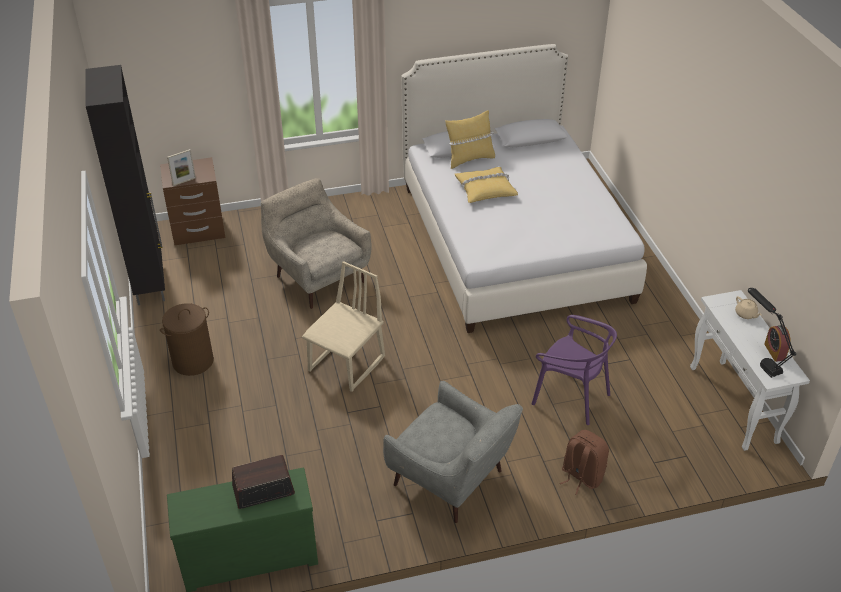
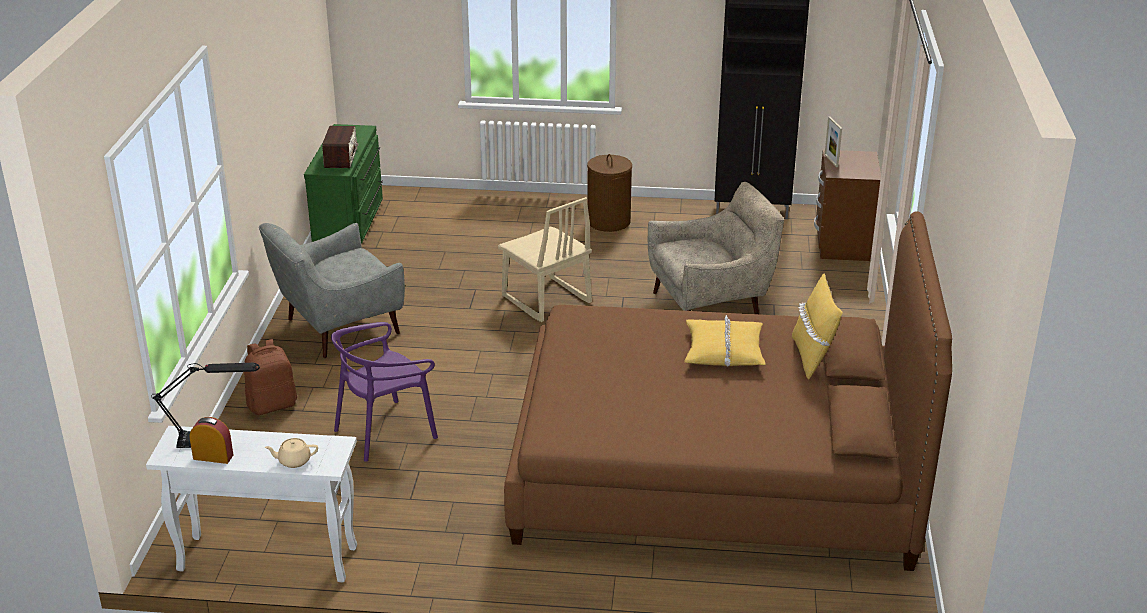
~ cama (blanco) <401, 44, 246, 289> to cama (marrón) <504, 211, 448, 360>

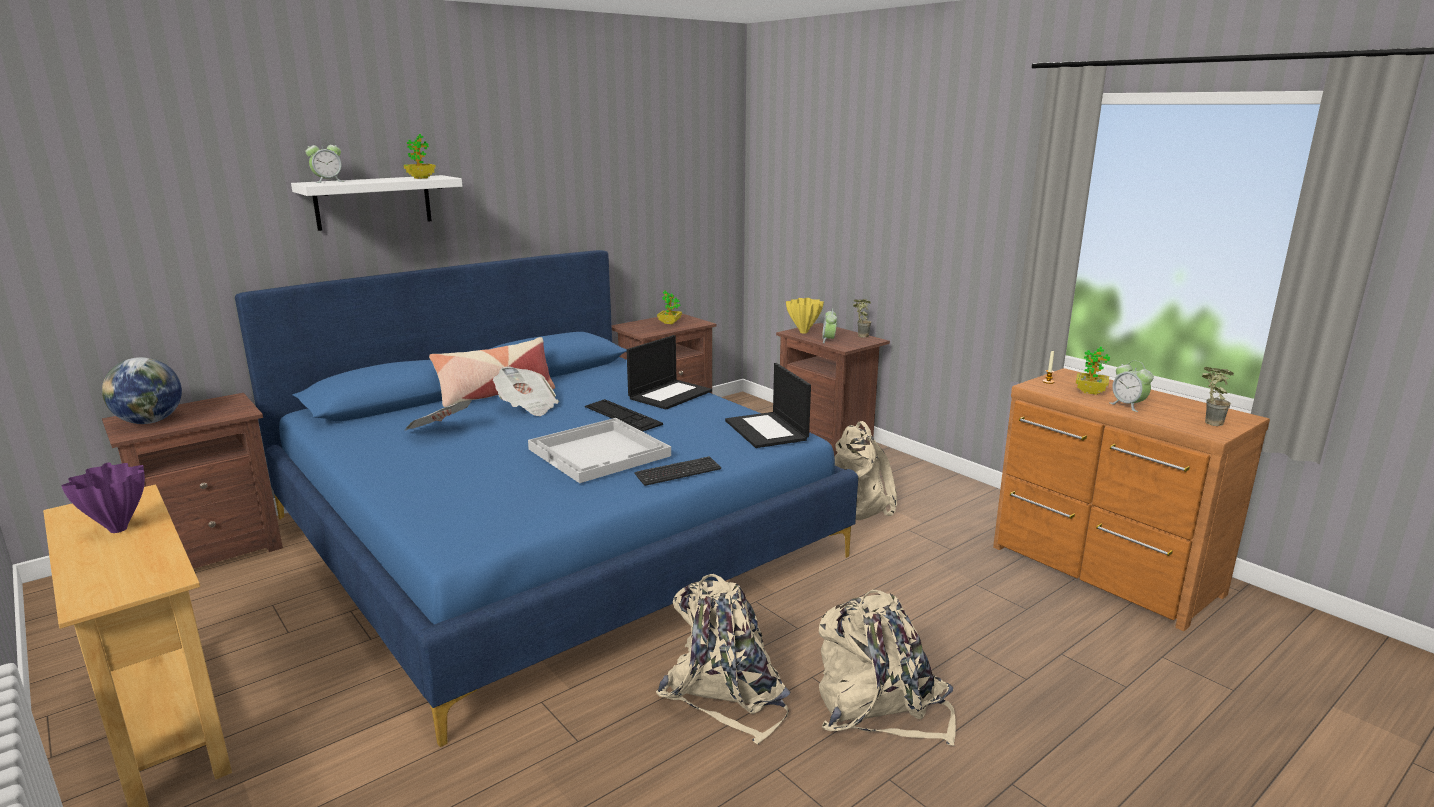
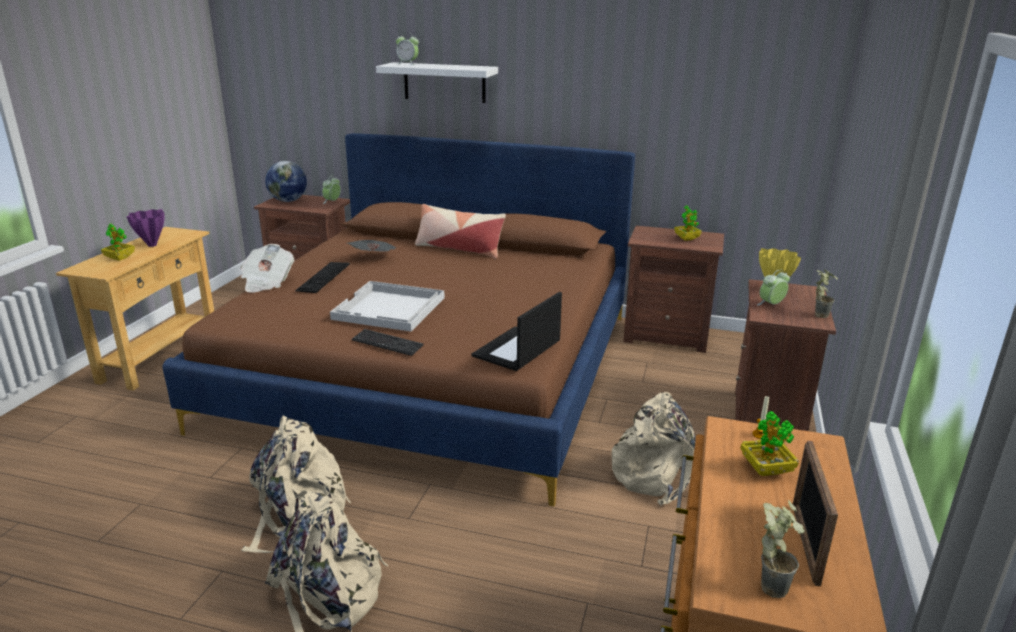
~ planta en maceta <404, 134, 32, 45> to <101, 224, 34, 37>
~ cama (azul) <235, 250, 623, 497> to cama (marrón) <162, 133, 473, 373>
~ periódico <493, 366, 66, 50> to <240, 244, 54, 49>
~ teclado <584, 399, 79, 33> to <295, 262, 55, 31>
~ despertador <1109, 360, 45, 52> to <322, 176, 19, 28>
+ portarretratos <793, 441, 45, 145>
- portátil <627, 335, 85, 75>

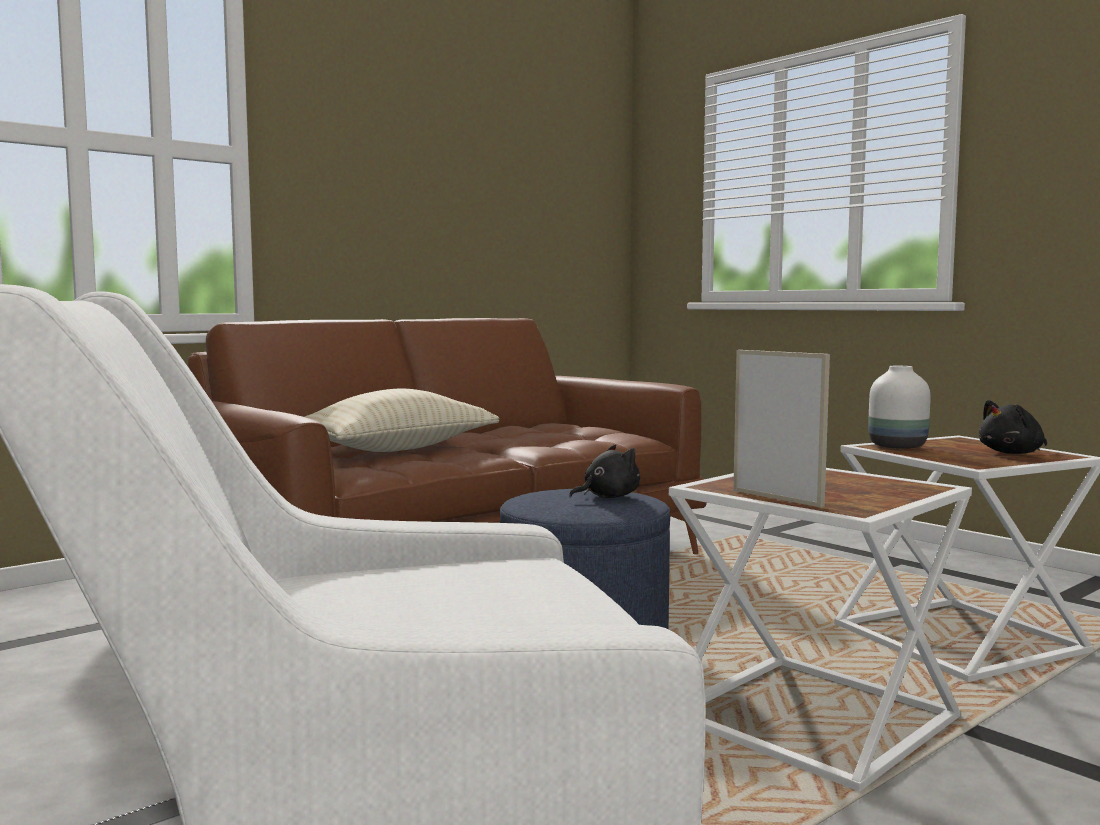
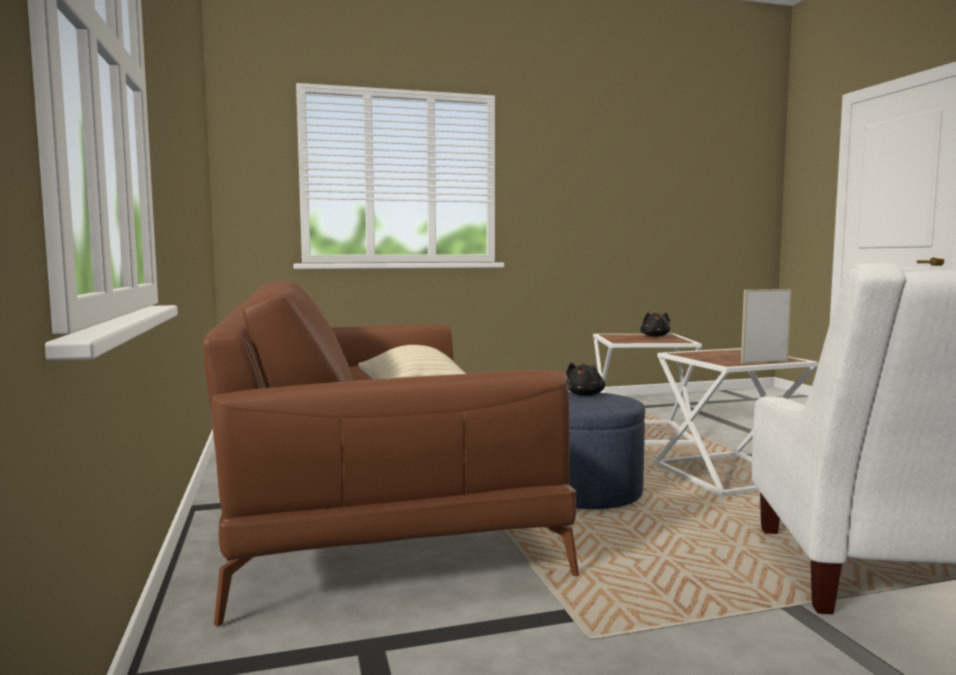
~ peluche (negro) <569, 445, 71, 53> = <566, 363, 39, 33> 150 degrees counterclockwise
- florero (blanco) <868, 366, 63, 83>

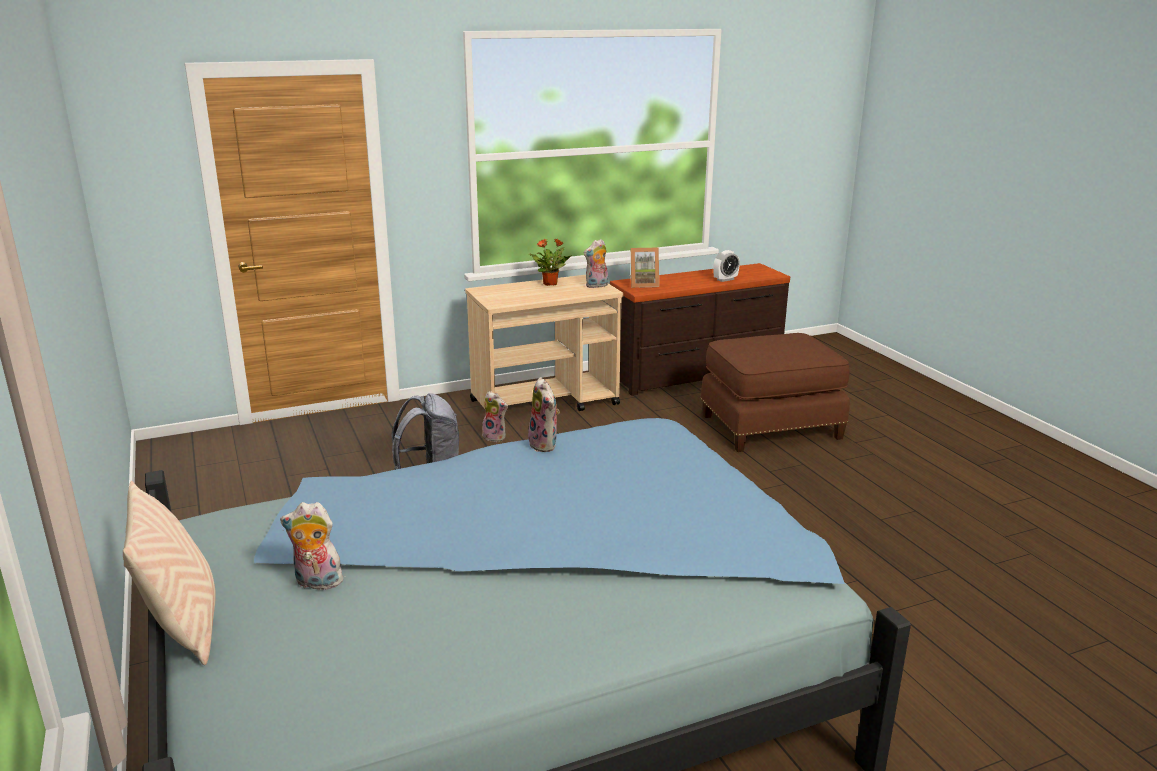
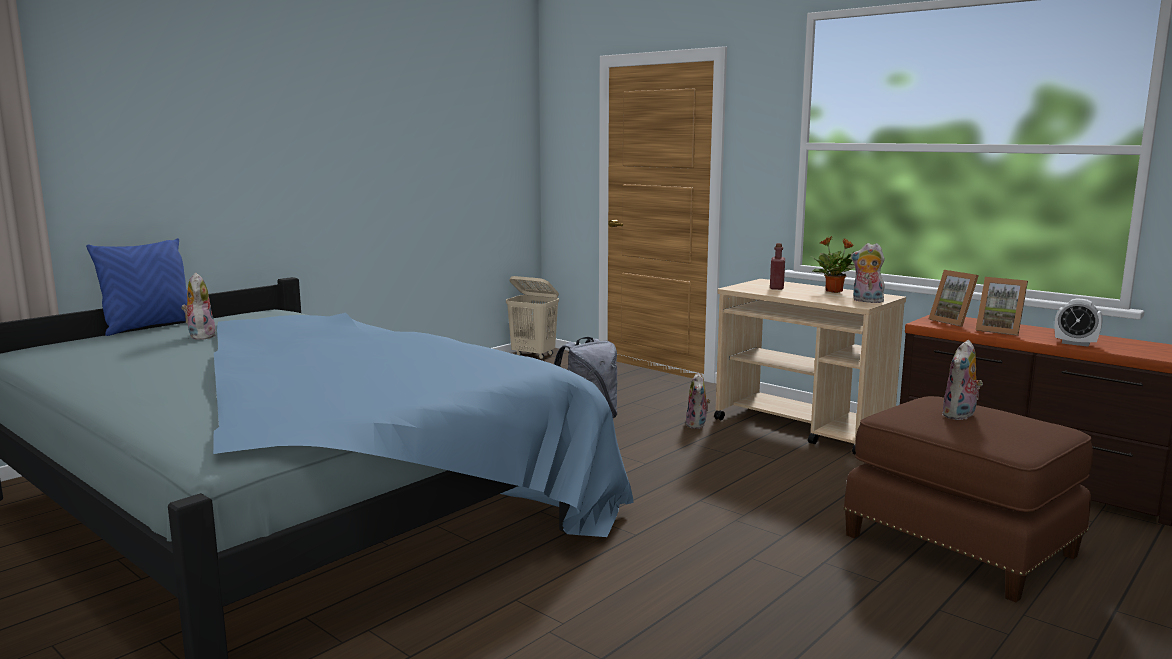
~ cojín (beis) <123, 481, 93, 184> to cojín (azul) <86, 238, 102, 98>
+ cesto de la ropa (beis) <506, 276, 53, 83>
+ botella (rojo) <770, 243, 15, 47>
~ peluche <528, 377, 32, 75> to <942, 340, 41, 80>
+ portarretratos <976, 277, 52, 59>

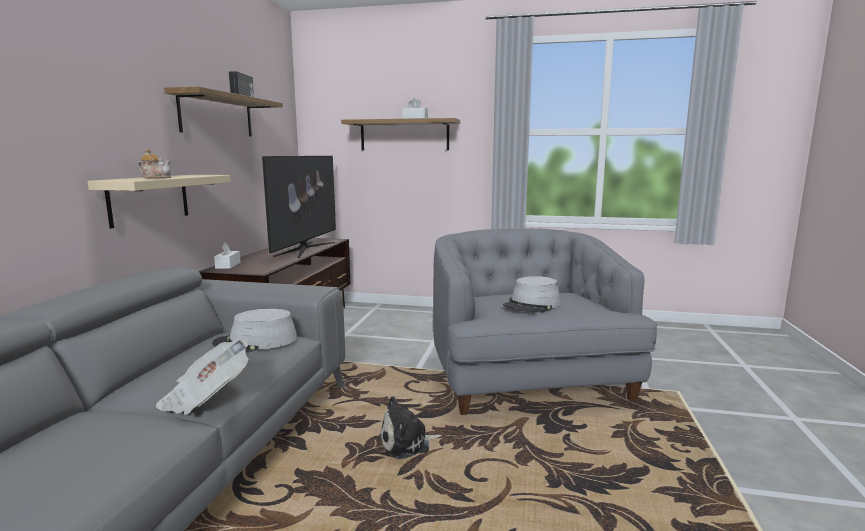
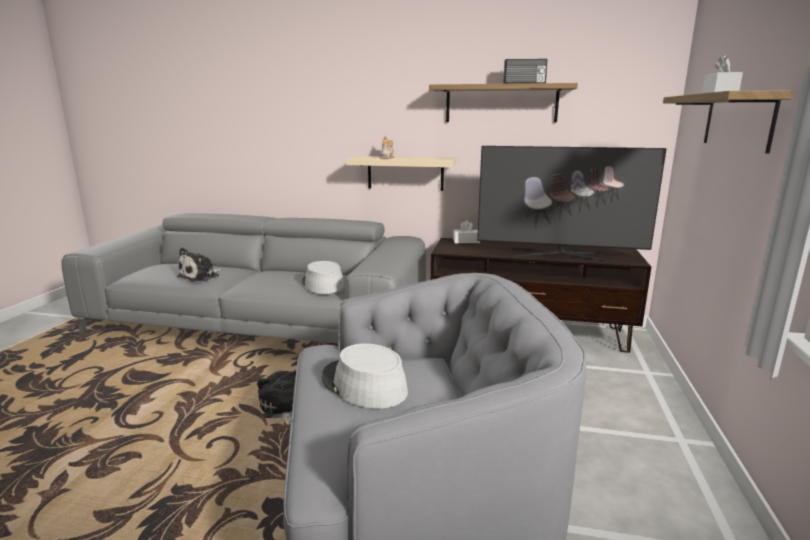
+ peluche <177, 247, 45, 35>
- periódico <156, 339, 93, 76>

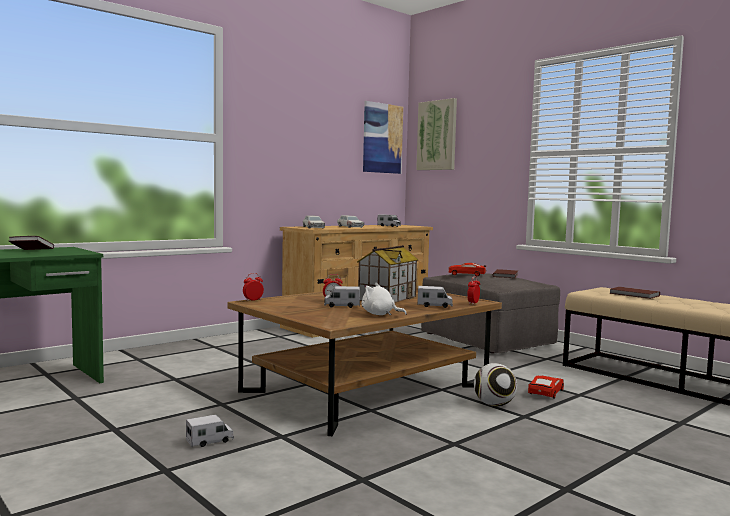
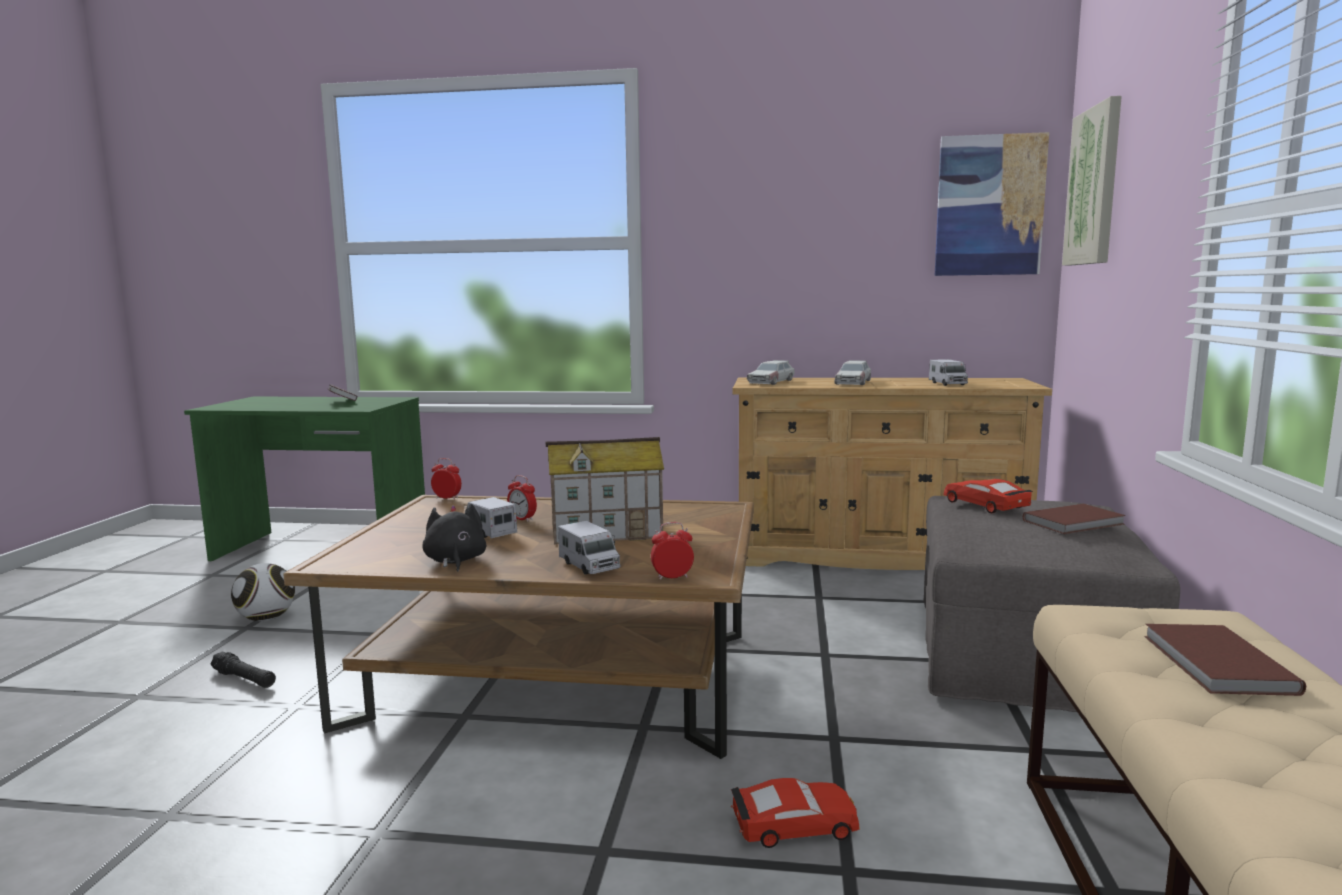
~ camión de juguete <186, 415, 48, 32> to linterna (negro) <210, 652, 66, 36>
~ balón de fútbol <474, 363, 43, 44> to <231, 563, 64, 58>
~ peluche (blanco) <362, 283, 45, 32> to peluche (negro) <422, 504, 64, 68>

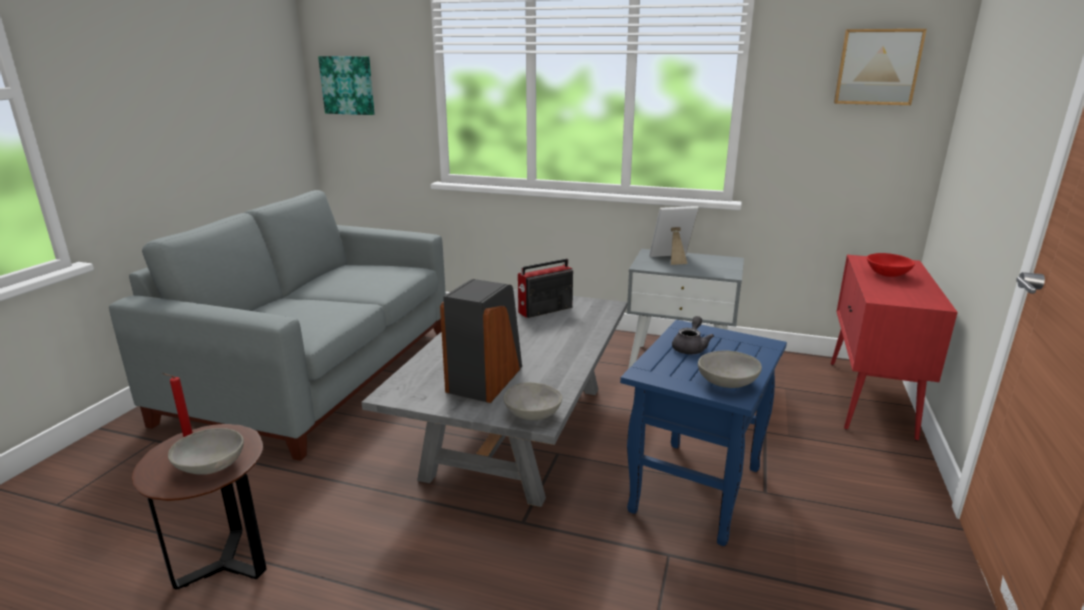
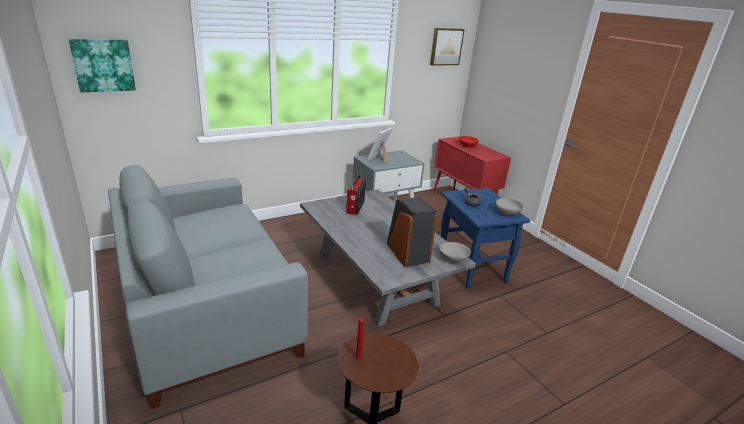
- cuenco (gris) <168, 428, 76, 47>

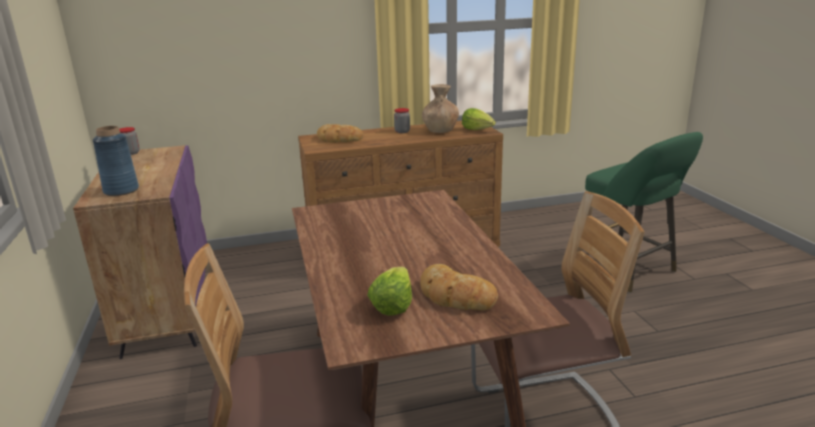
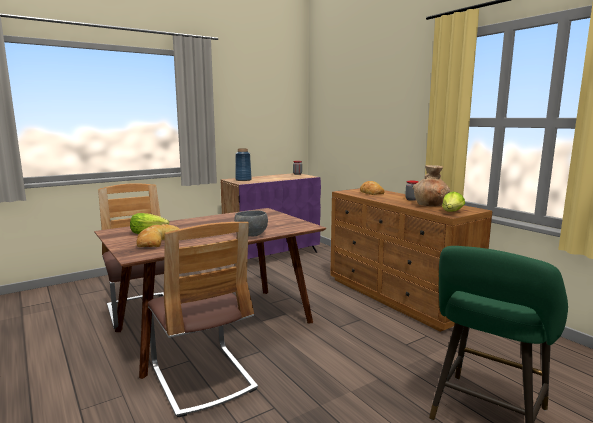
+ cuenco (gris) <234, 210, 34, 26>

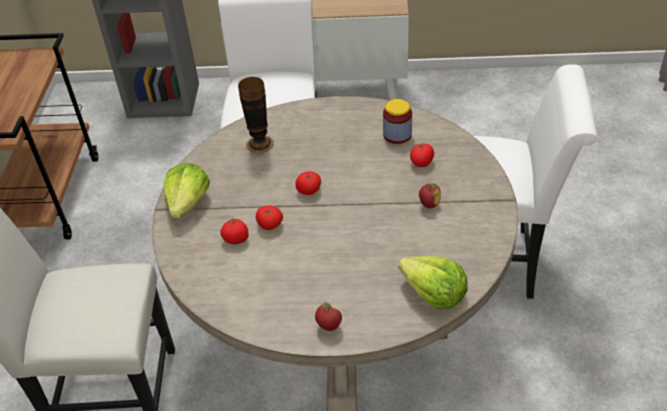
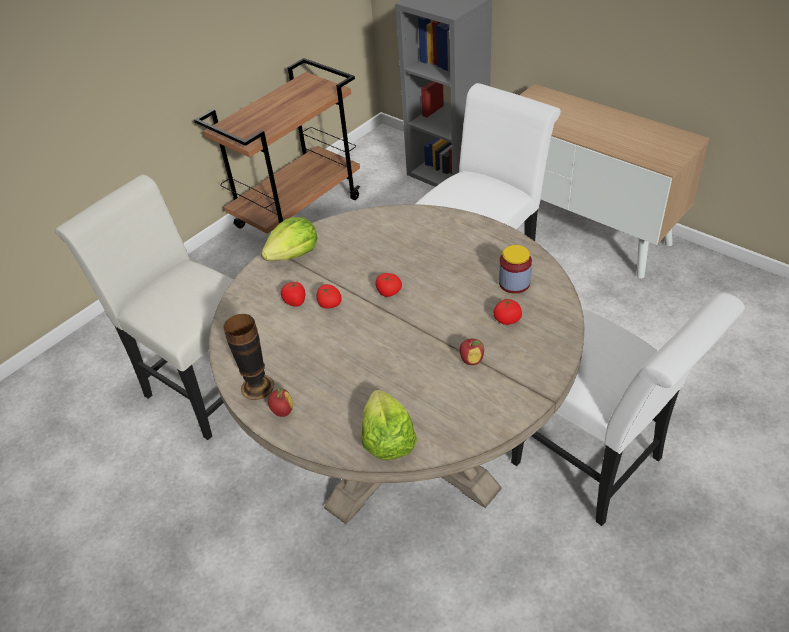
~ florero <238, 77, 36, 76> to <223, 314, 51, 86>

